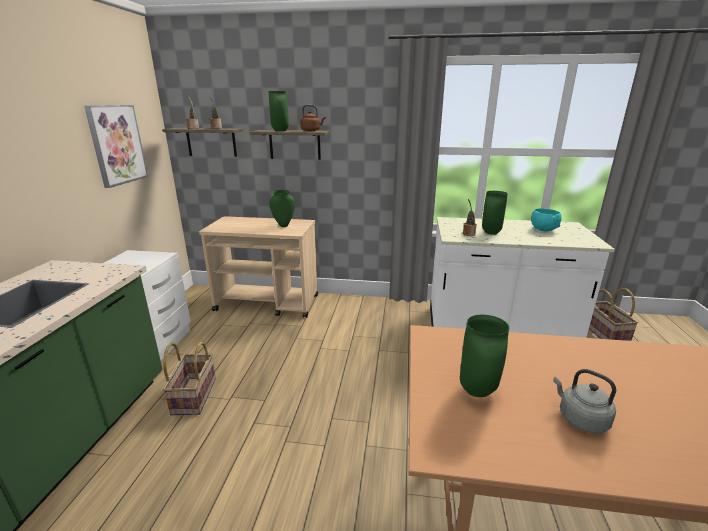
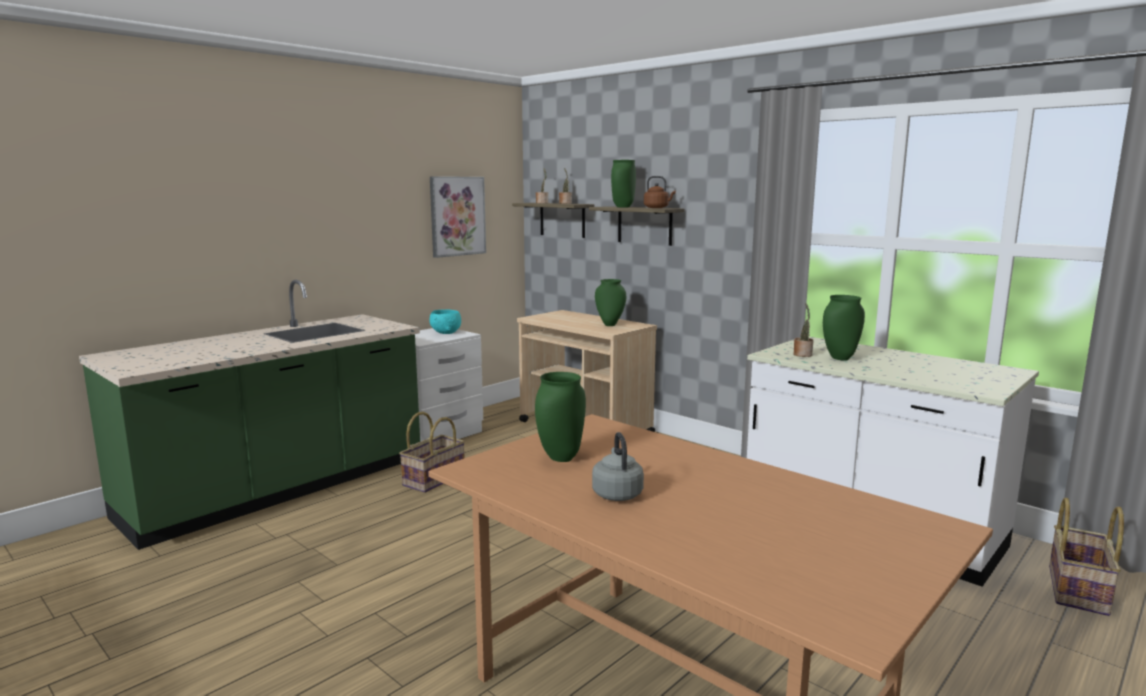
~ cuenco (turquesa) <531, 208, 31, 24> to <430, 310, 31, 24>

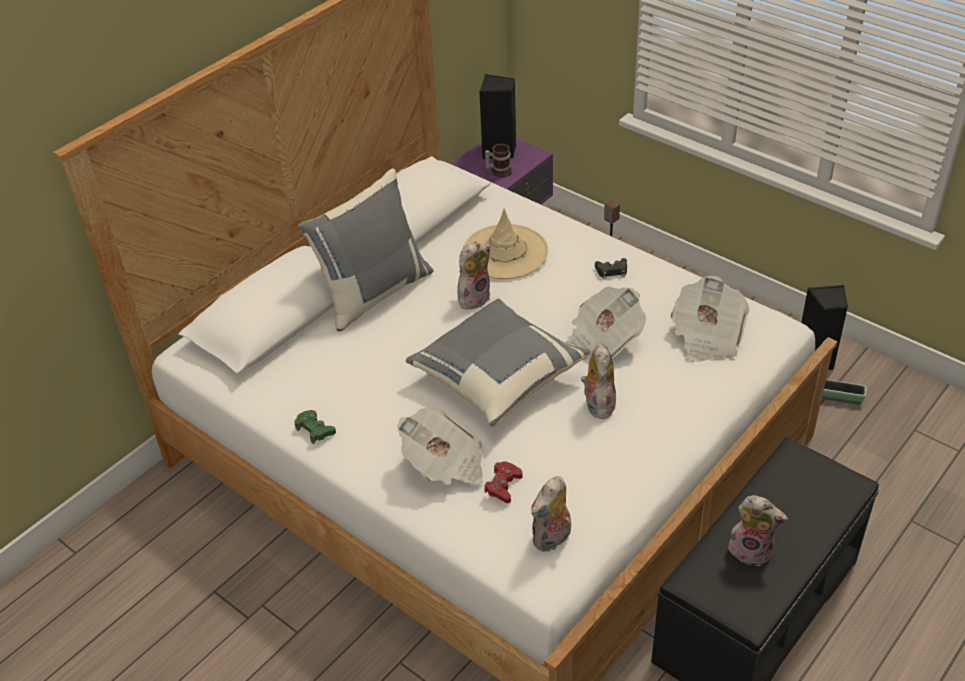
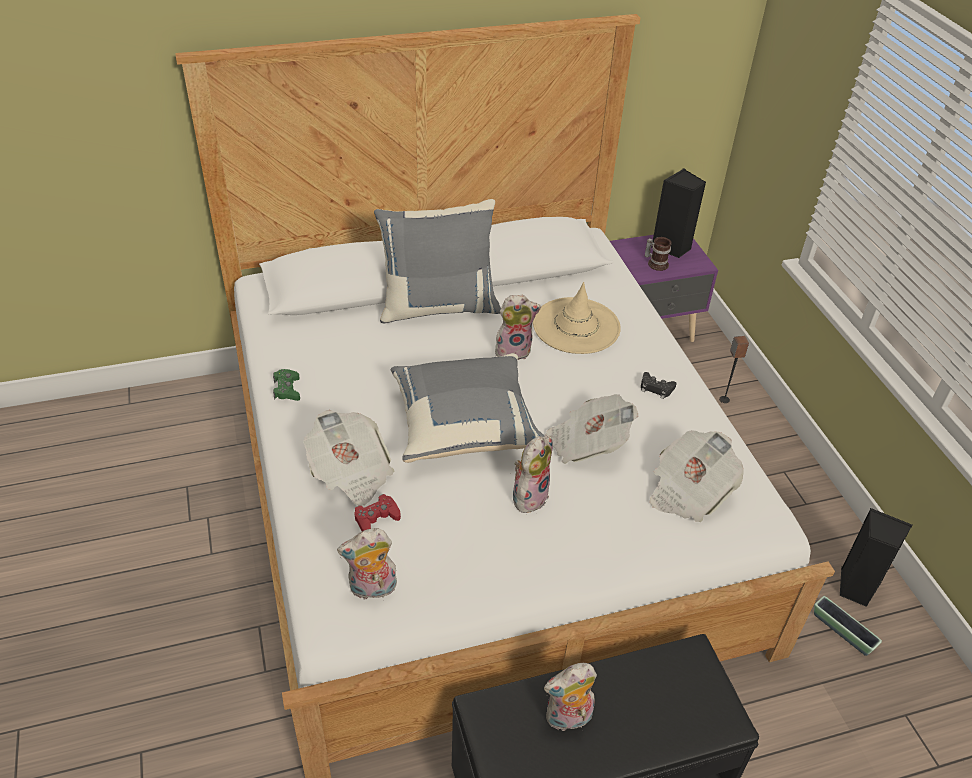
~ peluche <726, 495, 62, 71> = <544, 663, 53, 68> 105 degrees clockwise

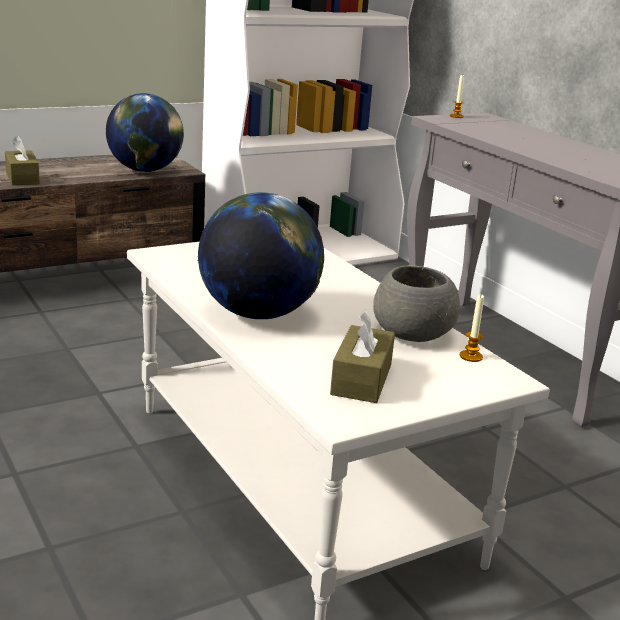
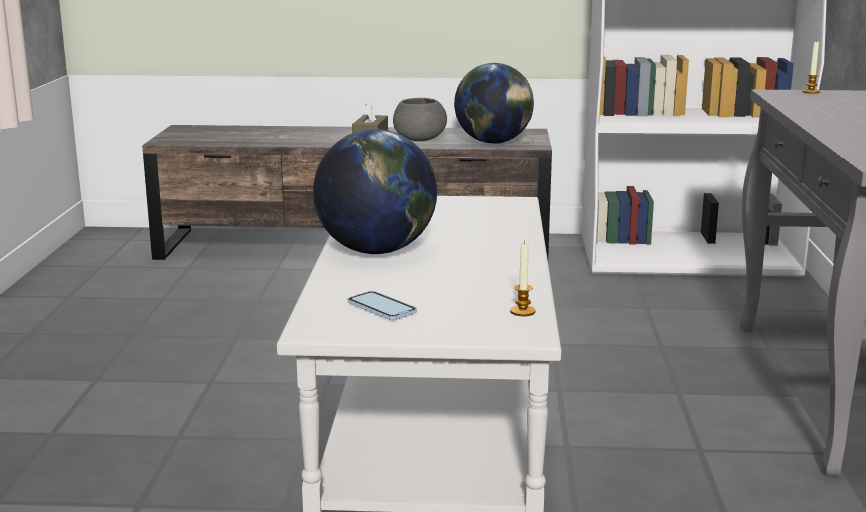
~ caja de pañuelos (marrón) <330, 310, 65, 93> to móvil <348, 291, 69, 29>
~ cuenco (gris) <373, 265, 87, 77> to <393, 98, 54, 43>

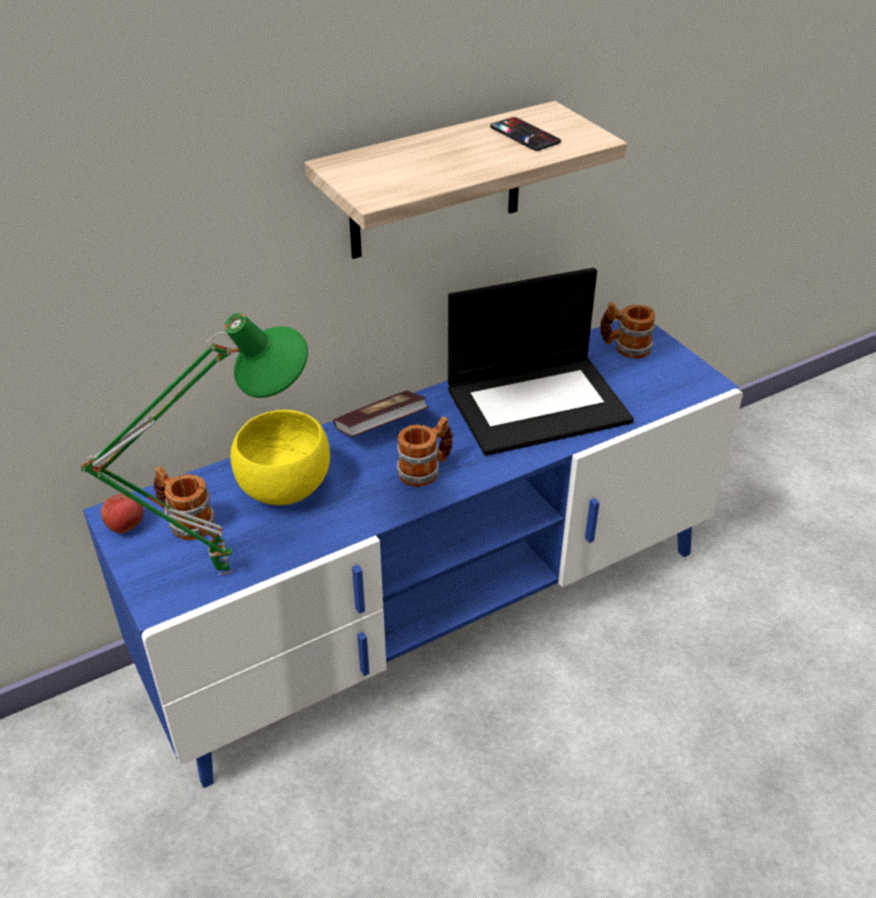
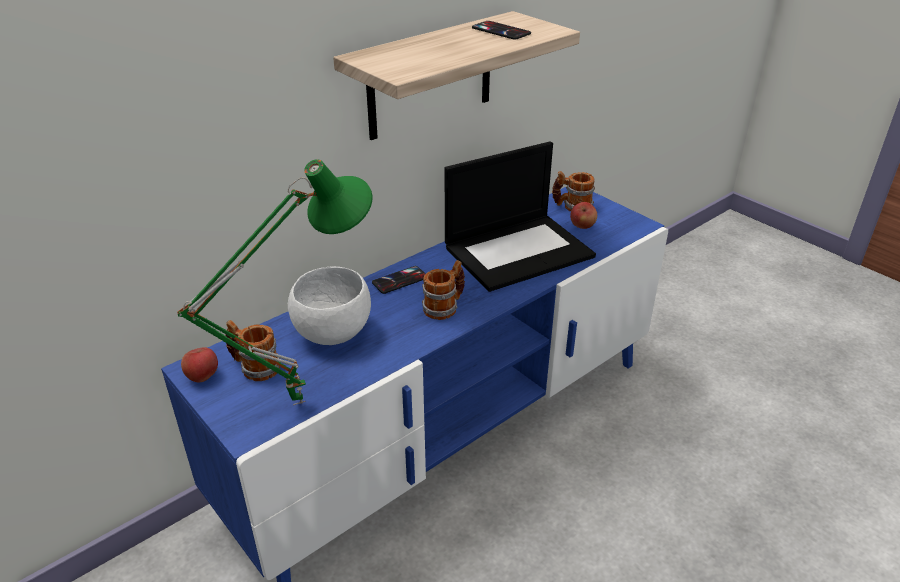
~ cuenco (amarillo) <231, 410, 99, 95> to cuenco (blanco) <288, 267, 83, 78>
~ libro <333, 391, 96, 45> to móvil <372, 266, 53, 28>
+ manzana <570, 202, 27, 27>

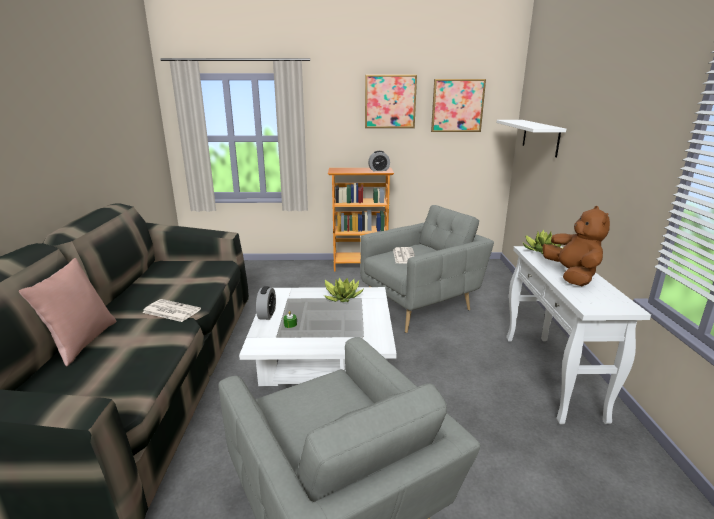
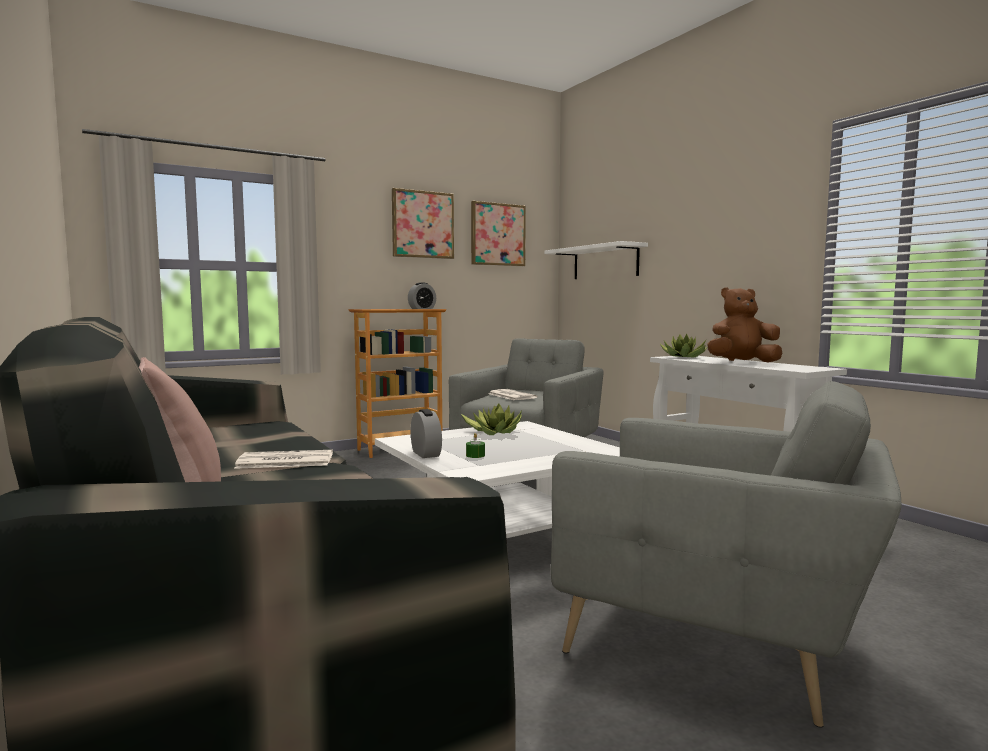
~ peluche (marrón) <543, 206, 67, 80> = <708, 287, 74, 76> 60 degrees counterclockwise

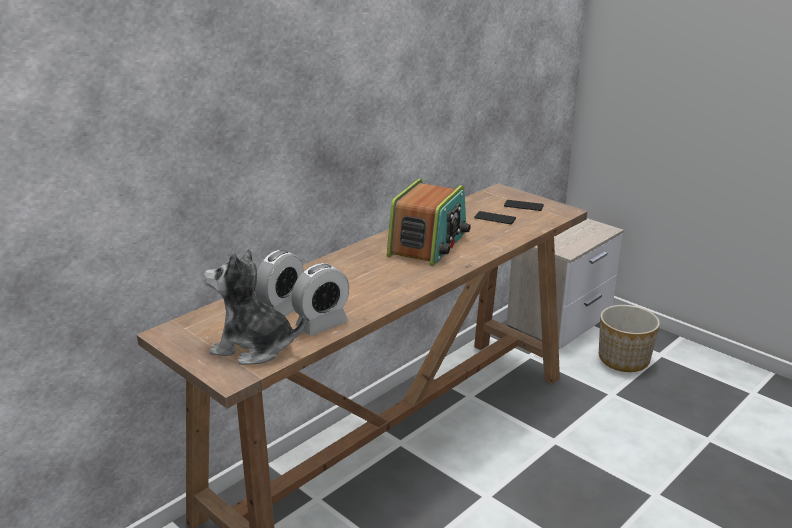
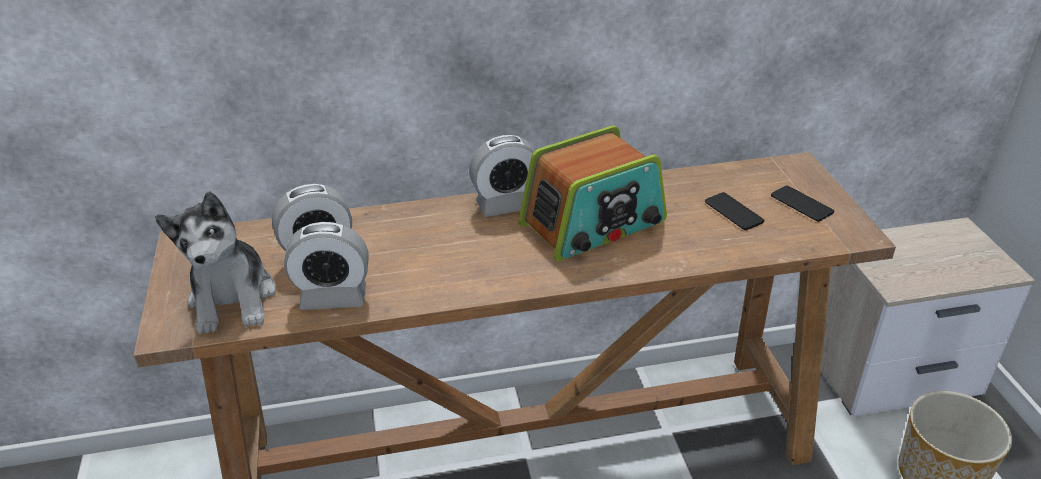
~ peluche <203, 249, 102, 116> = <155, 191, 121, 143> 150 degrees counterclockwise
+ despertador <469, 135, 66, 82>

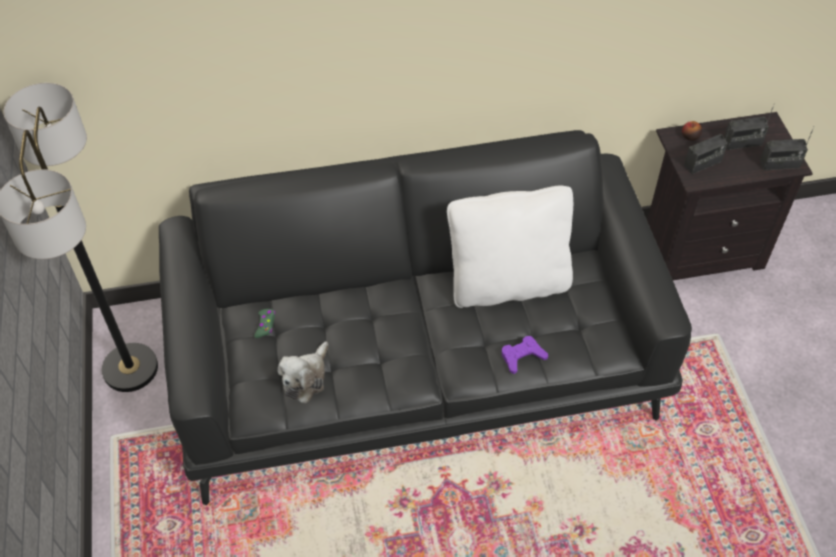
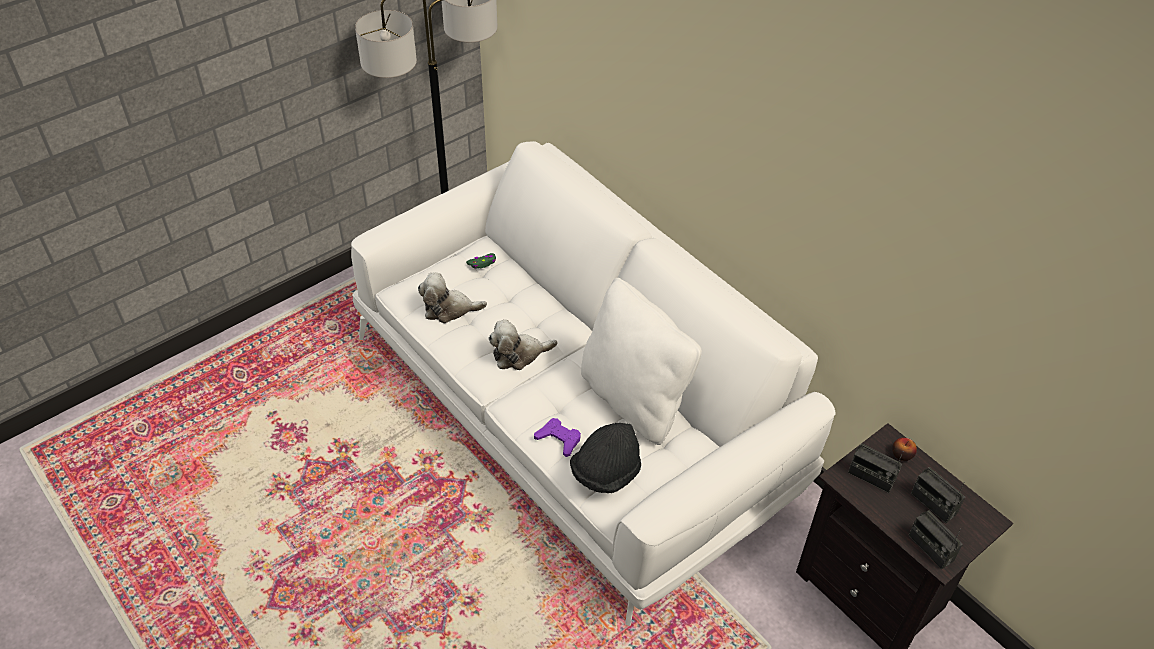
~ sofá (negro) <159, 130, 533, 375> to sofá (blanco) <351, 141, 485, 485>
+ peluche <488, 320, 69, 50>
+ sombrero (negro) <570, 423, 71, 70>

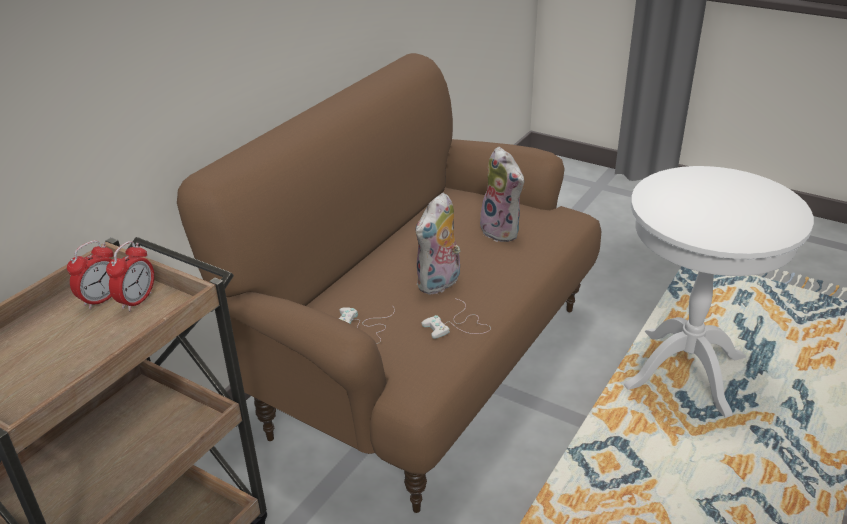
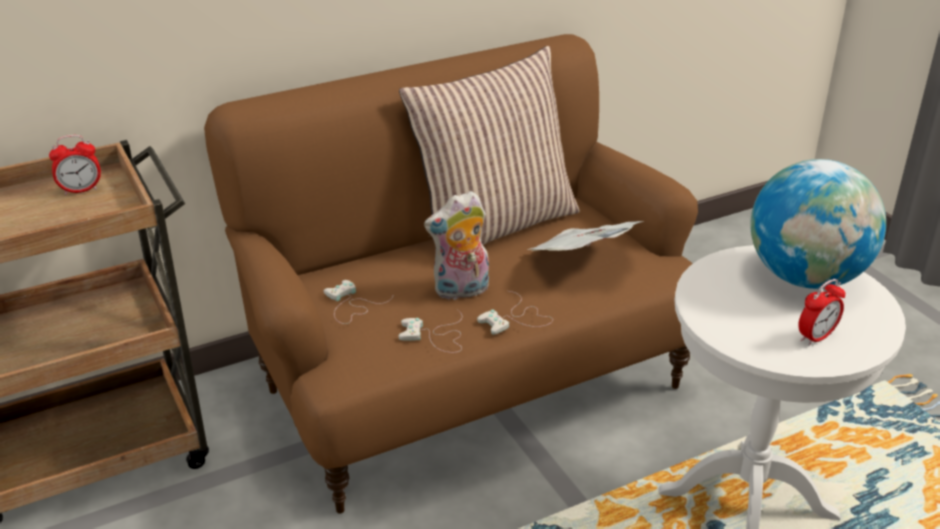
+ cojín <399, 46, 181, 202>
+ mando de consola (blanco) <477, 291, 76, 44>
~ peluche <480, 147, 45, 95> to periódico <527, 221, 117, 30>
+ globo terráqueo <750, 159, 136, 130>
~ despertador <106, 241, 48, 70> to <798, 279, 48, 67>

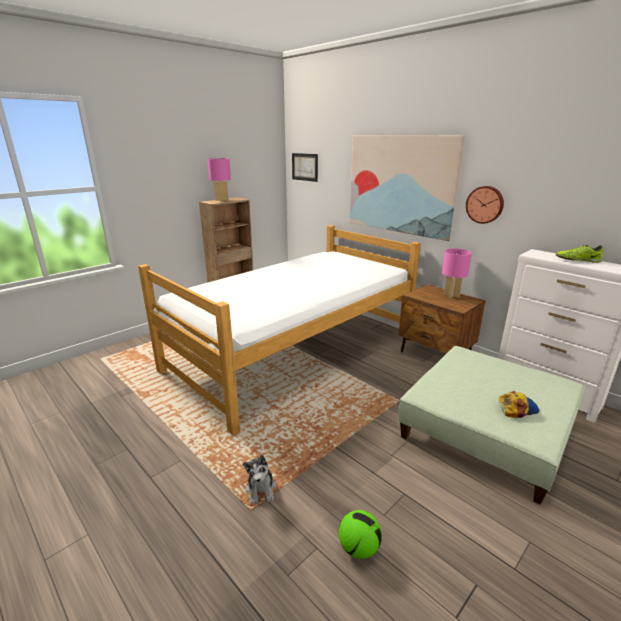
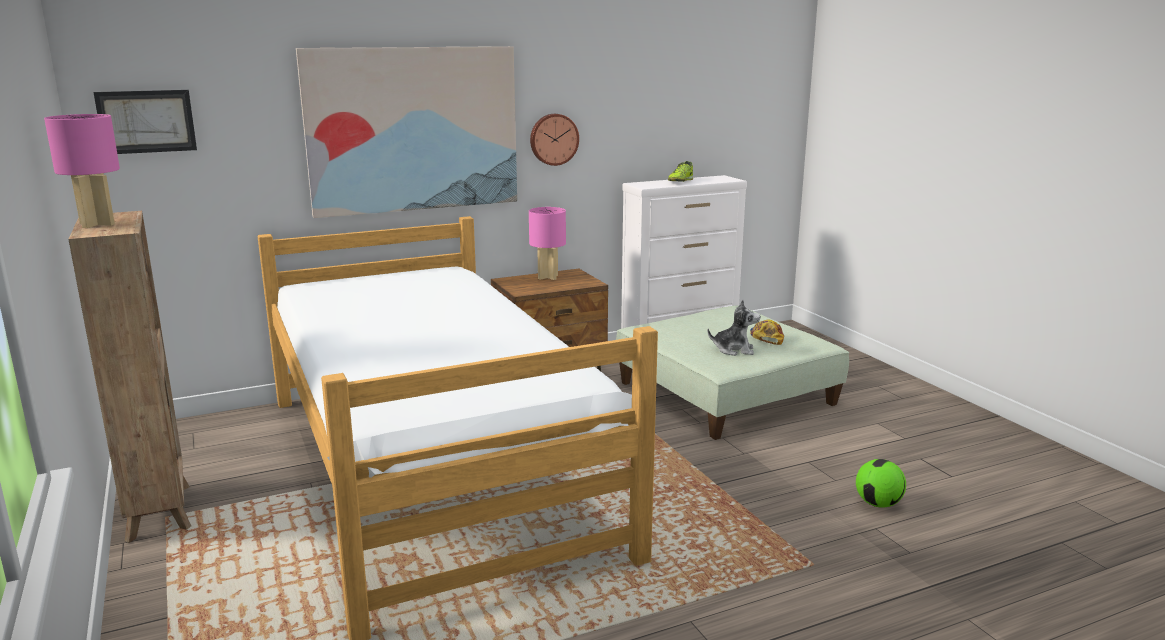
~ peluche <243, 455, 33, 49> to <707, 299, 53, 57>

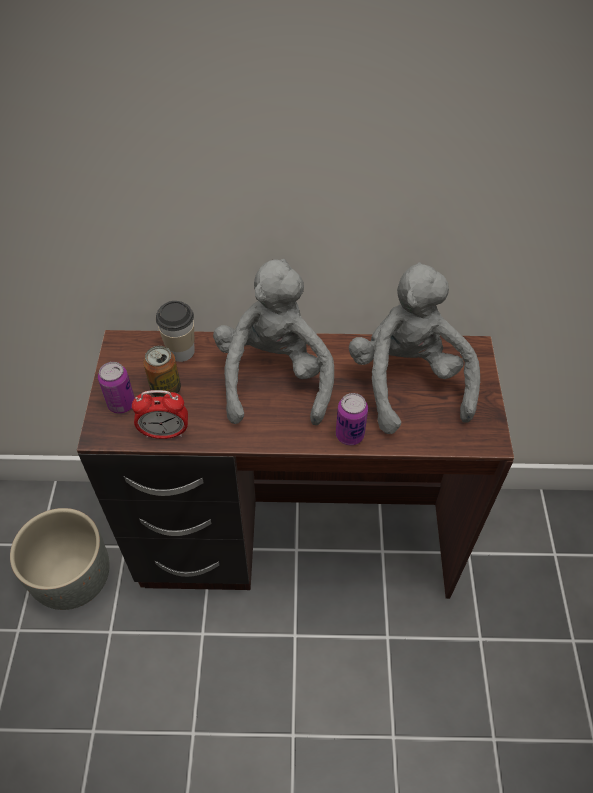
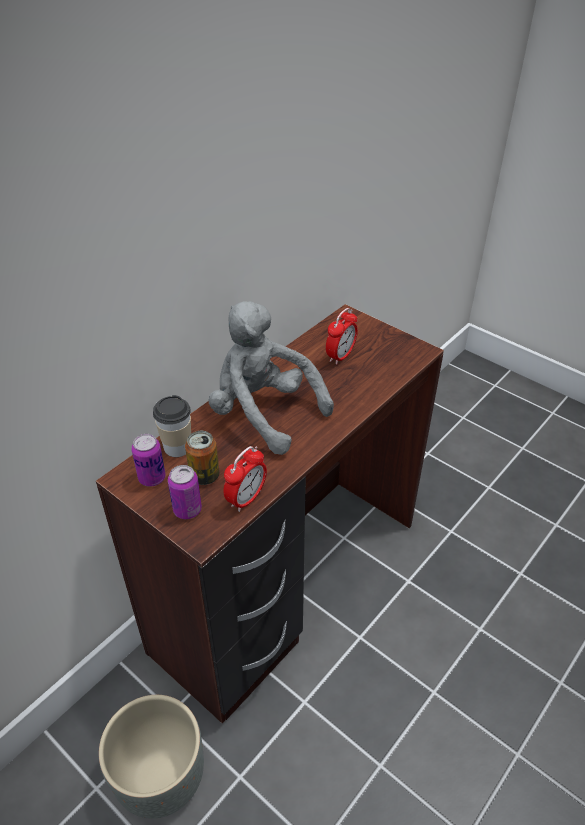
~ lata <336, 393, 32, 52> to <131, 434, 35, 53>
~ peluche (gris) <349, 262, 131, 172> to despertador <326, 308, 32, 57>

